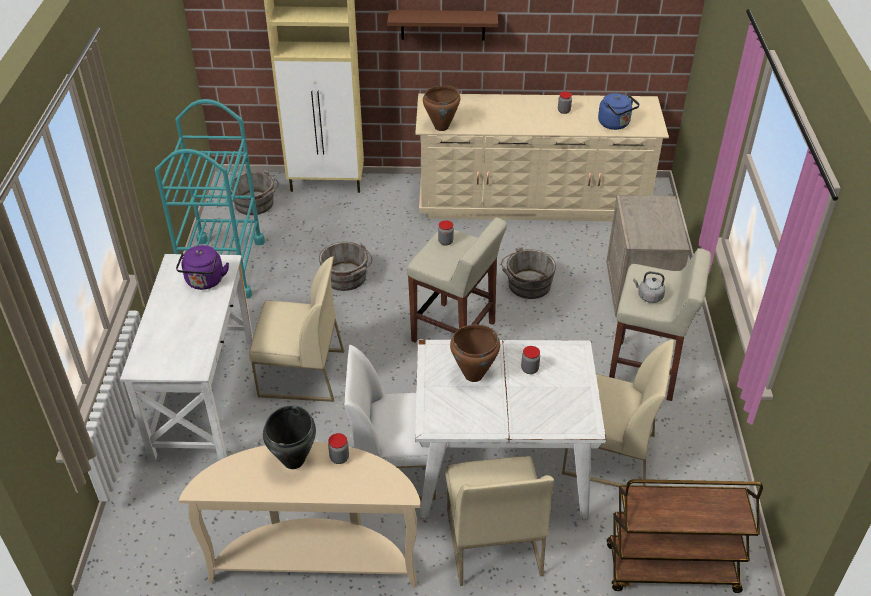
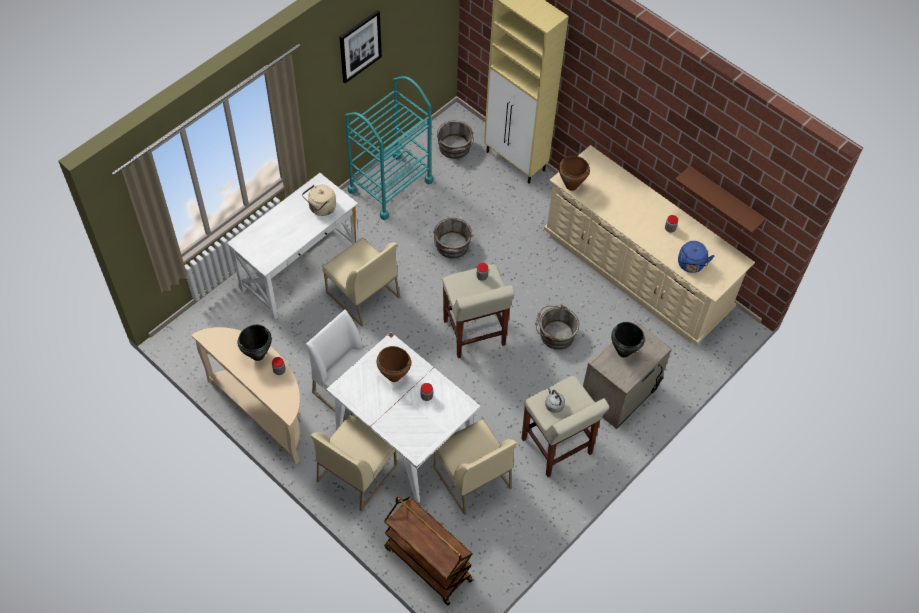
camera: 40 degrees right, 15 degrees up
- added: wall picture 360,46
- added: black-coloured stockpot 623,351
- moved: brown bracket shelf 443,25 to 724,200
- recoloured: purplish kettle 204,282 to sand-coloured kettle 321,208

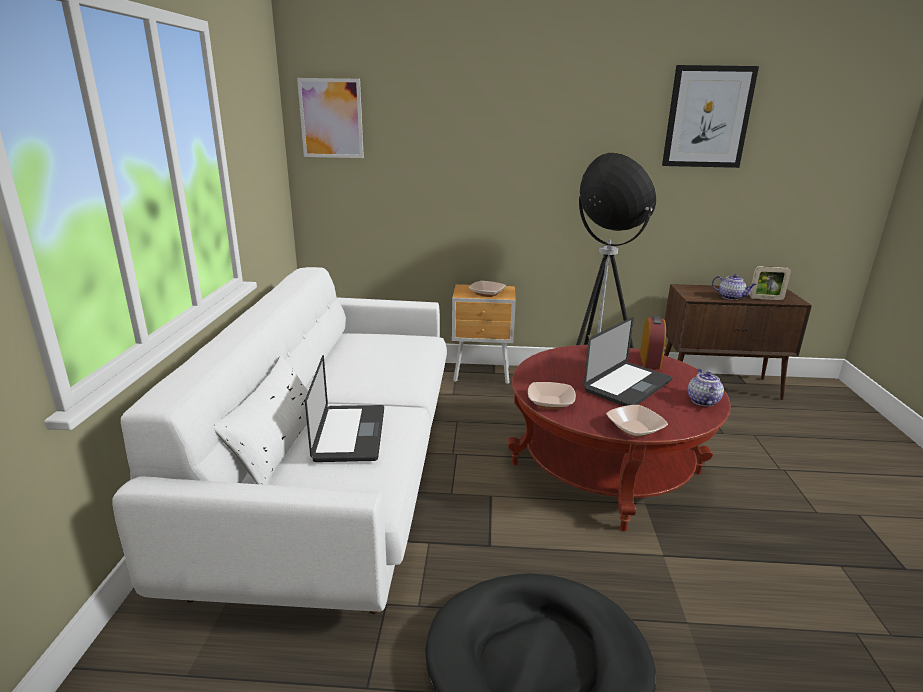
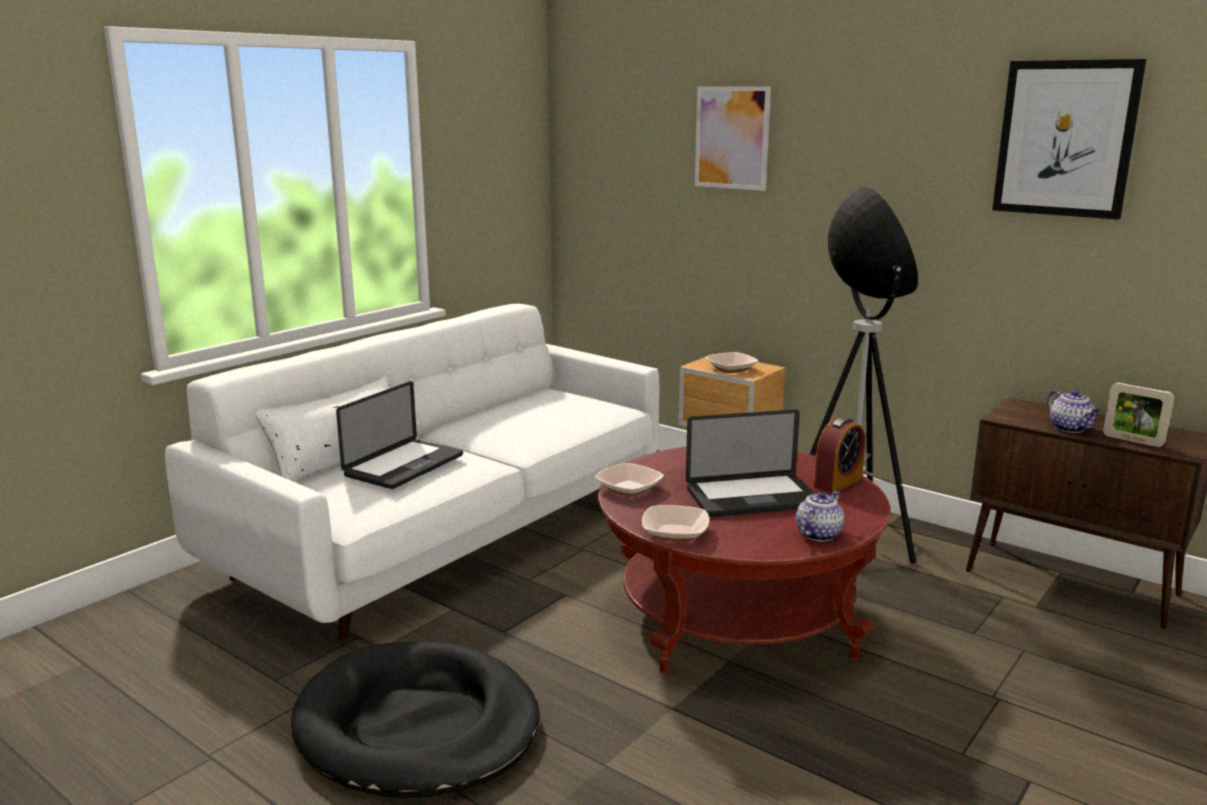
camera: 35 degrees right, 5 degrees down
- moved: wall picture 331,118 to 731,138

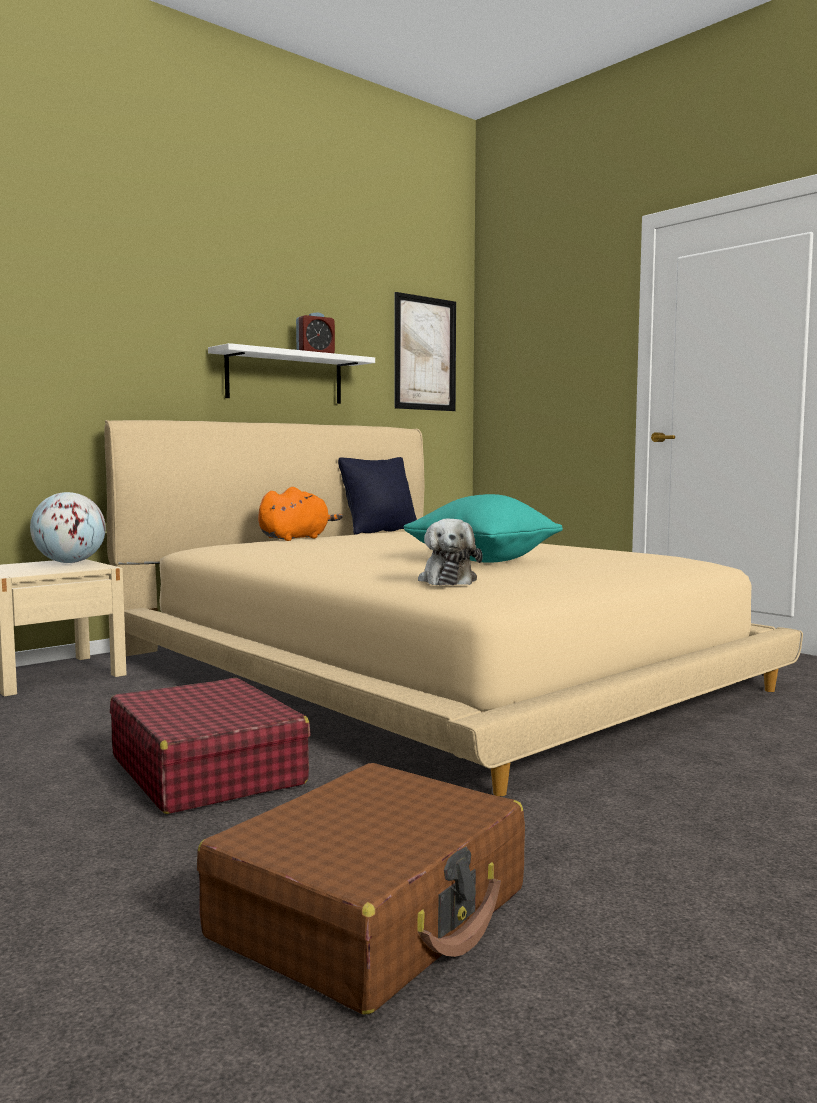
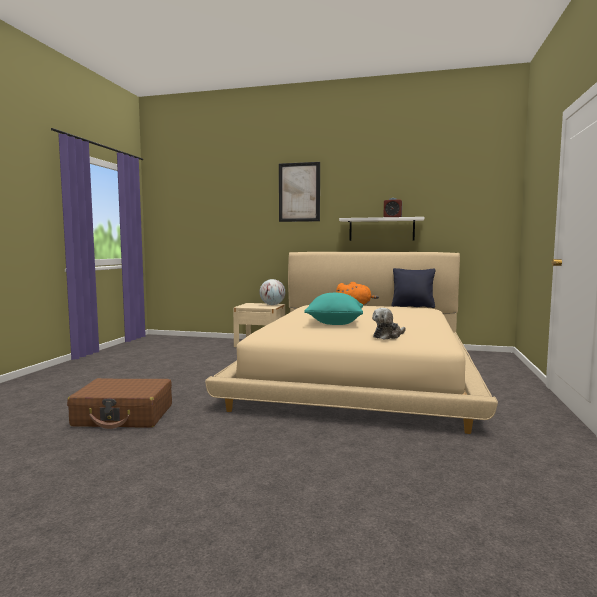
camera: 55 degrees right, 0 degrees up
- removed: red piece of luggage 207,770
- moved: wall picture 425,353 to 299,192
- moved: plush toy 447,580 to 388,336

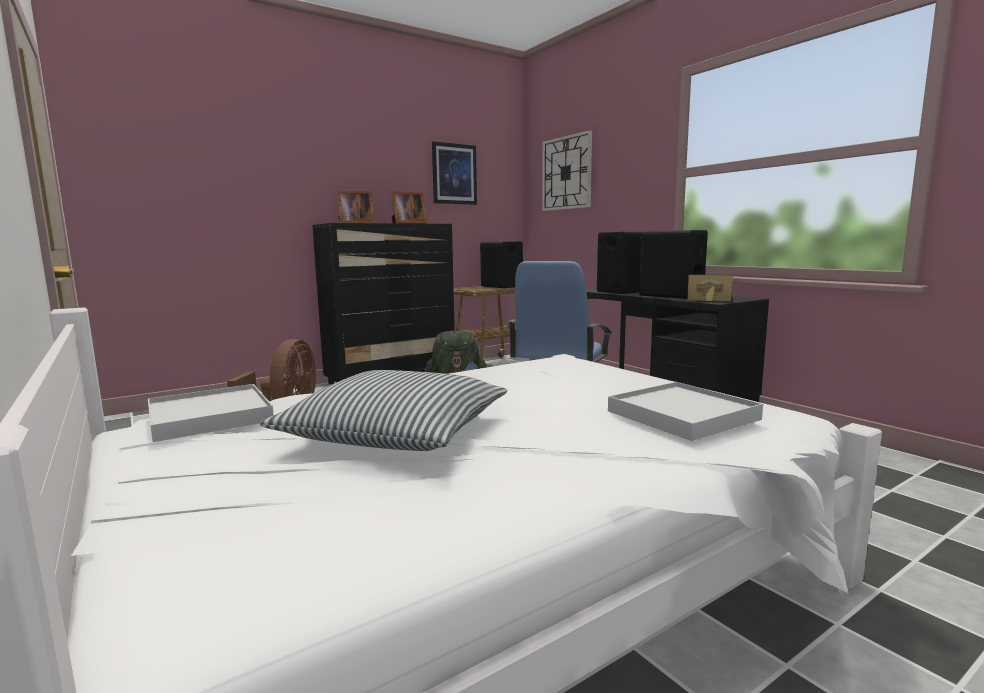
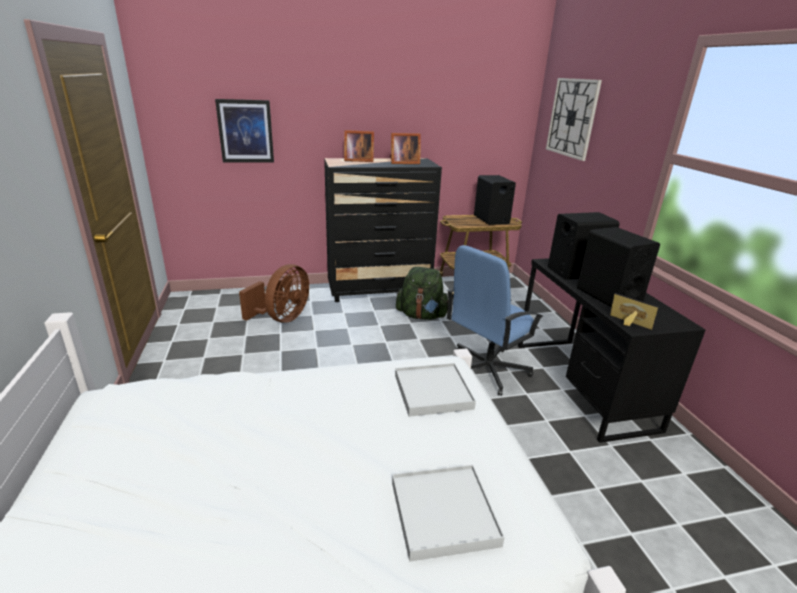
camera: 20 degrees right, 15 degrees up
- removed: cushion 397,433
- moved: whitish serving tray 210,417 to 433,392
- moved: wall picture 454,174 to 245,131

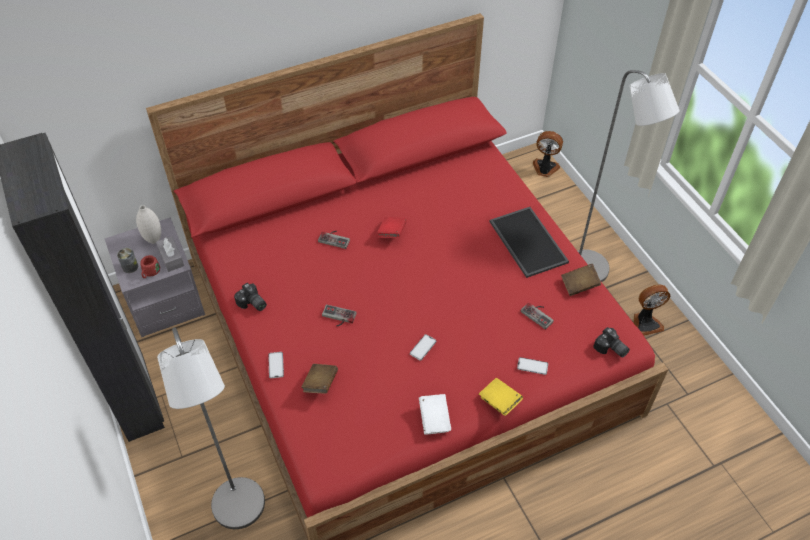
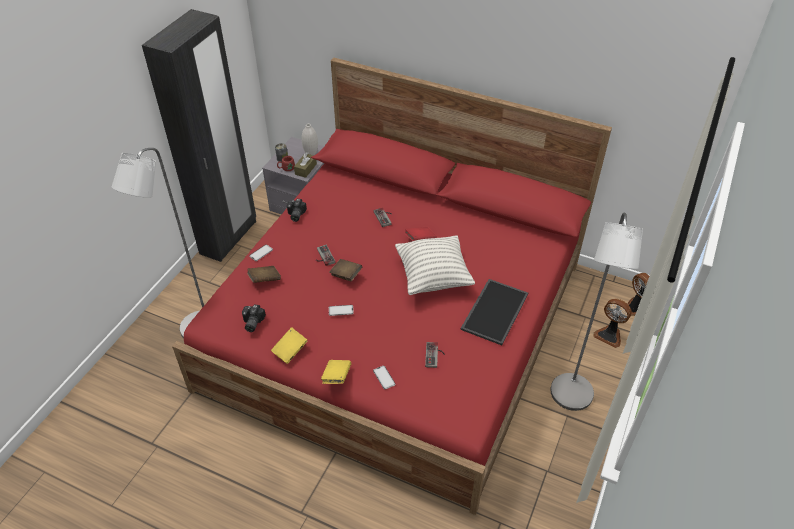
camera: 50 degrees right, 5 degrees down
- added: cushion 433,277
- moved: brown book 579,285 to 346,275
- moved: still camera 610,349 to 251,323
- moved: electric fan 645,323 to 609,335
- recoloured: greyish tissue holder 171,258 to brown tissue holder 305,169
- recoloured: whitish book 434,419 to yellow book 290,350

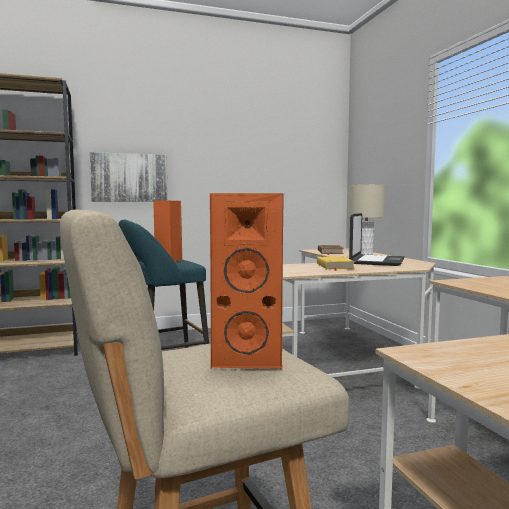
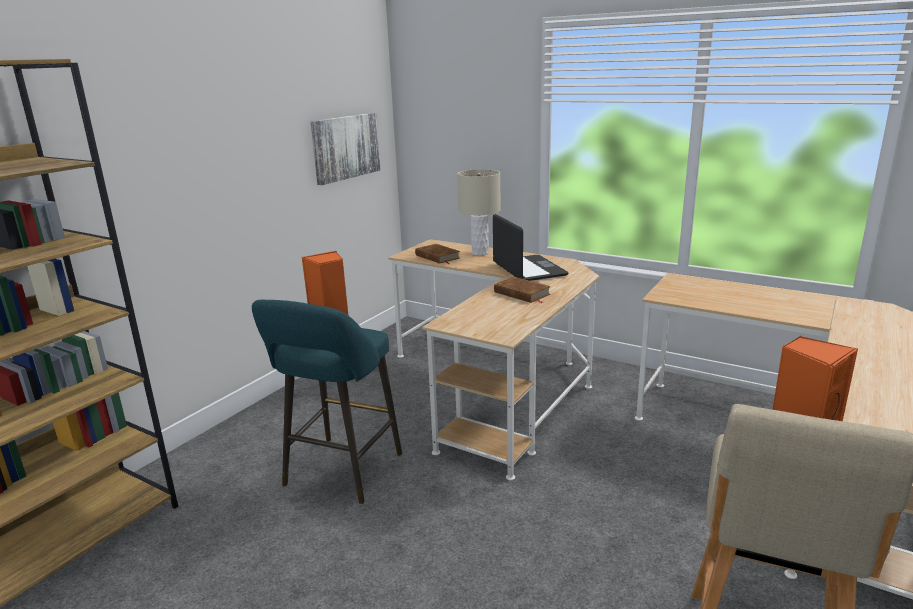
camera: 40 degrees left, 15 degrees up
- moved: wall picture 129,178 to 345,147
- recoloured: yellow book 335,266 to brown book 522,293

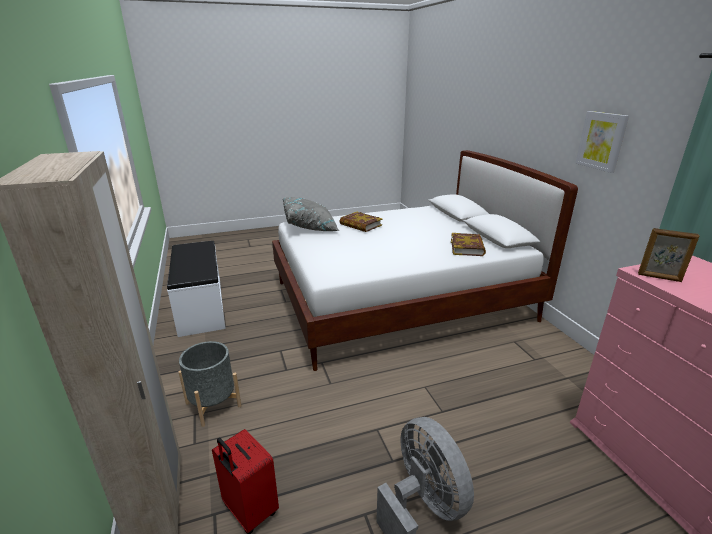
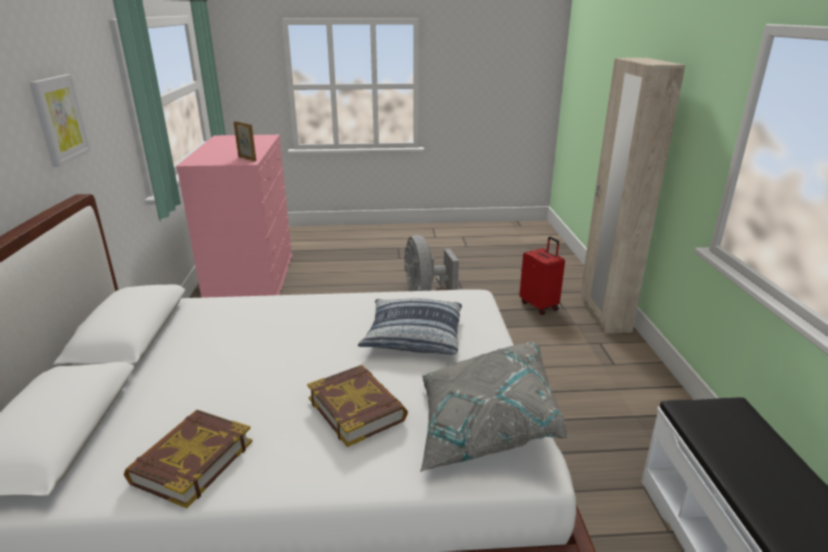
camera: 165 degrees left, 0 degrees up
- removed: greyish flower pot 213,404
- added: cushion 413,336
- moved: book 467,248 to 191,461

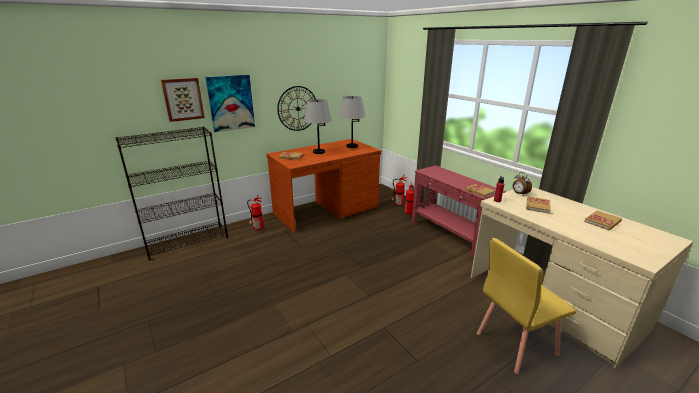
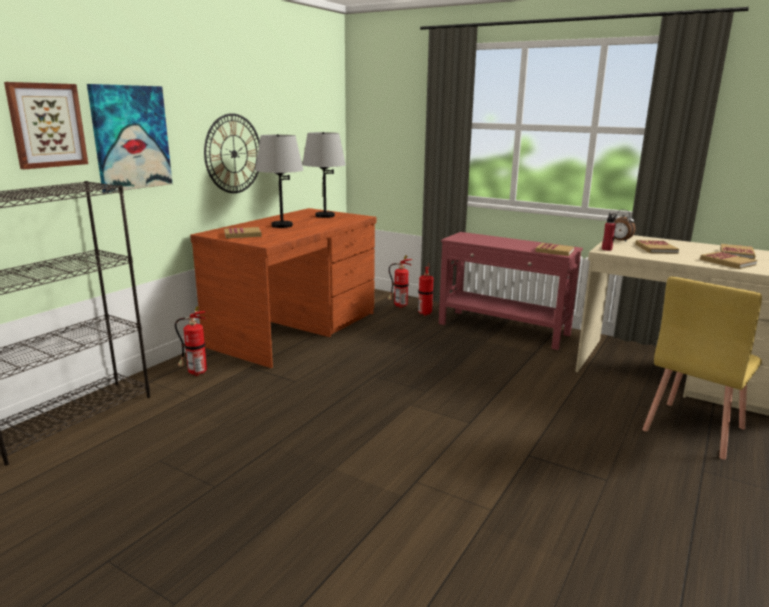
camera: 25 degrees left, 5 degrees down
- added: book 727,262

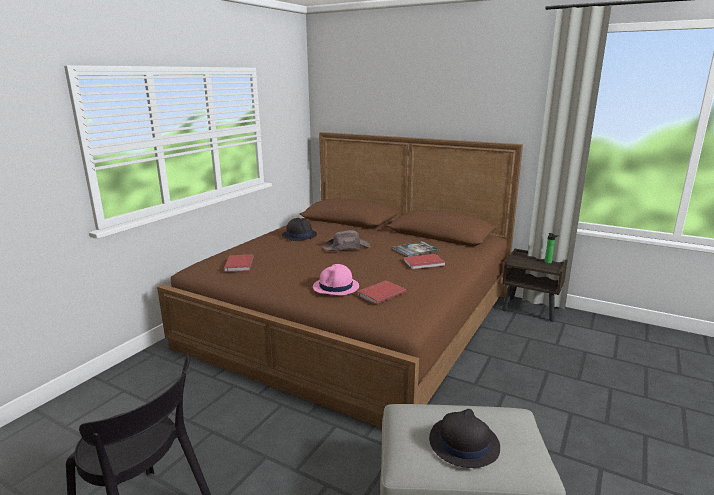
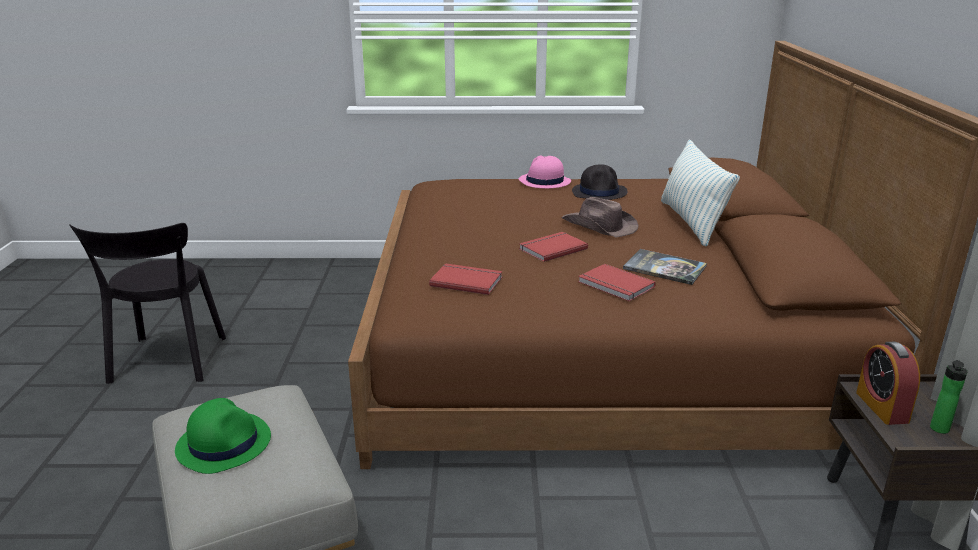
camera: 60 degrees right, 5 degrees up
- added: cushion 691,222
- added: table clock 882,407
- moved: red book 238,264 to 551,248
- moved: pink-coloured hat 336,287 to 544,181
- recoloured: black-coloured hat 463,443 to greenish hat 224,443

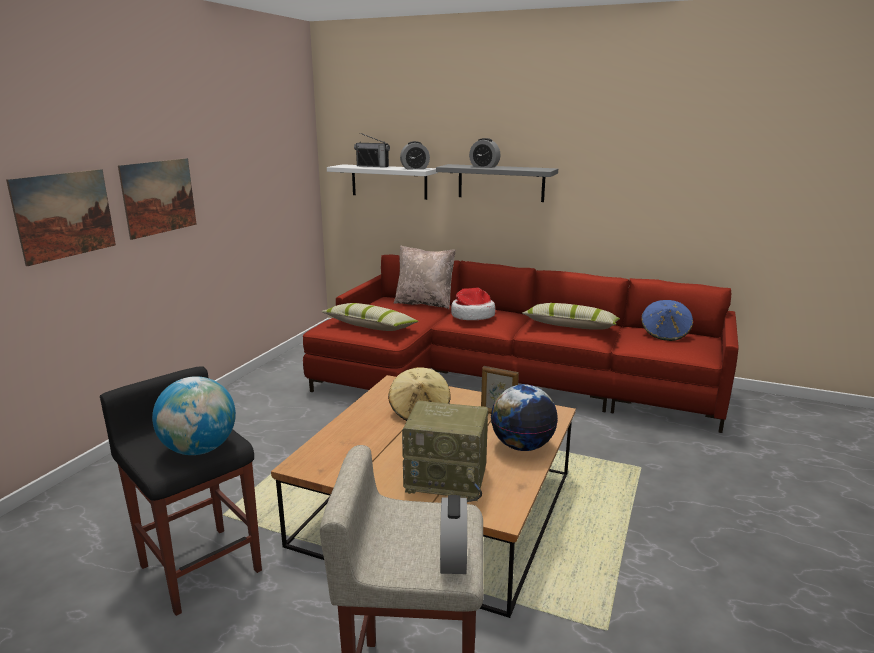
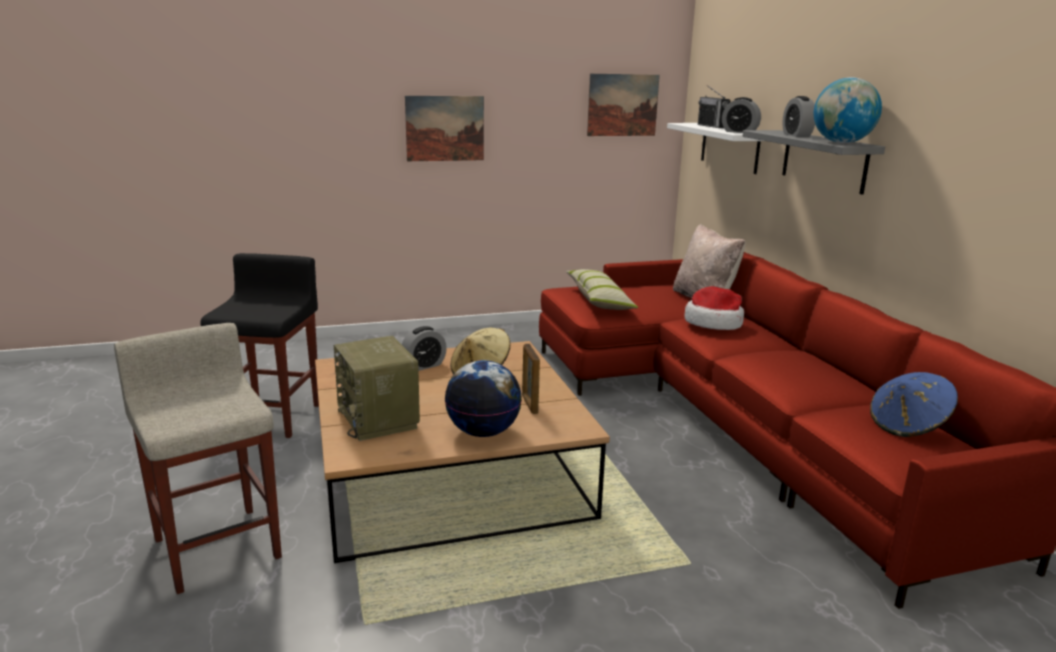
camera: 50 degrees right, 0 degrees up
- removed: cushion 570,326
- moved: wall picture 65,215 to 622,105
- moved: world globe 200,449 to 842,143
- moved: table clock 453,558 to 424,366

